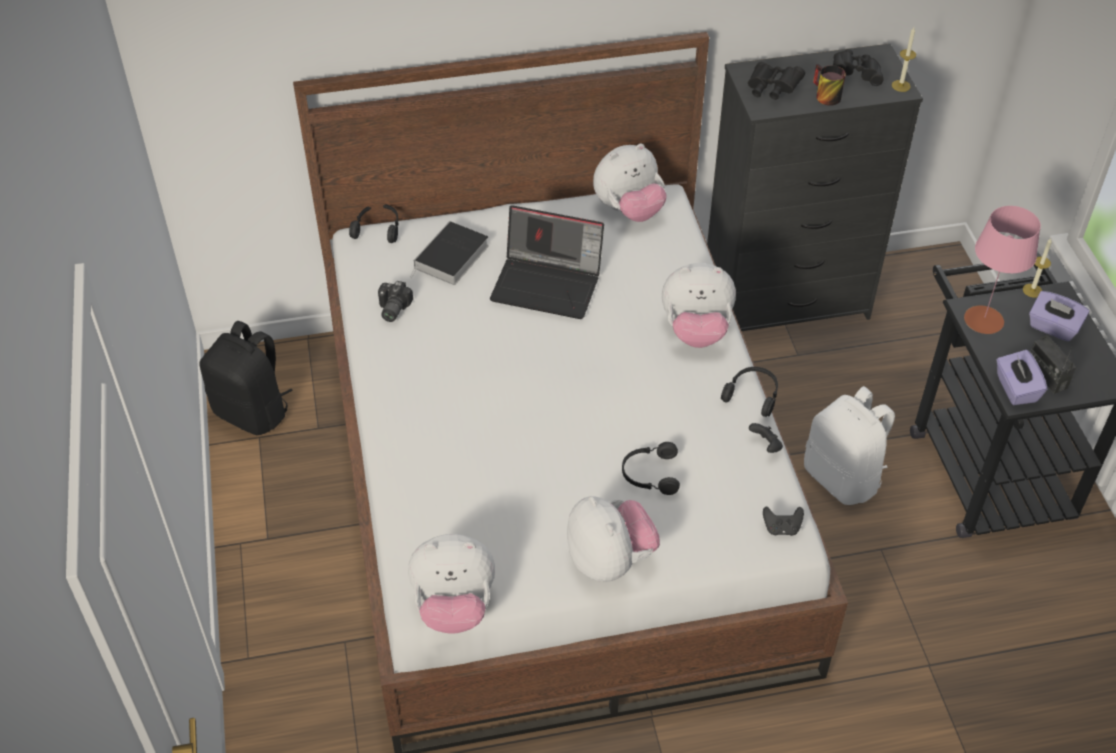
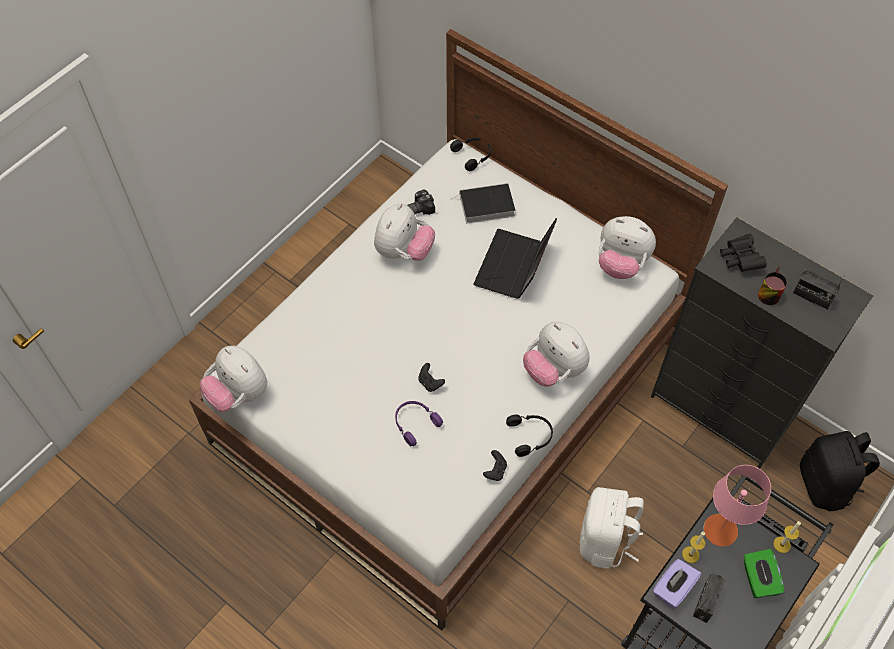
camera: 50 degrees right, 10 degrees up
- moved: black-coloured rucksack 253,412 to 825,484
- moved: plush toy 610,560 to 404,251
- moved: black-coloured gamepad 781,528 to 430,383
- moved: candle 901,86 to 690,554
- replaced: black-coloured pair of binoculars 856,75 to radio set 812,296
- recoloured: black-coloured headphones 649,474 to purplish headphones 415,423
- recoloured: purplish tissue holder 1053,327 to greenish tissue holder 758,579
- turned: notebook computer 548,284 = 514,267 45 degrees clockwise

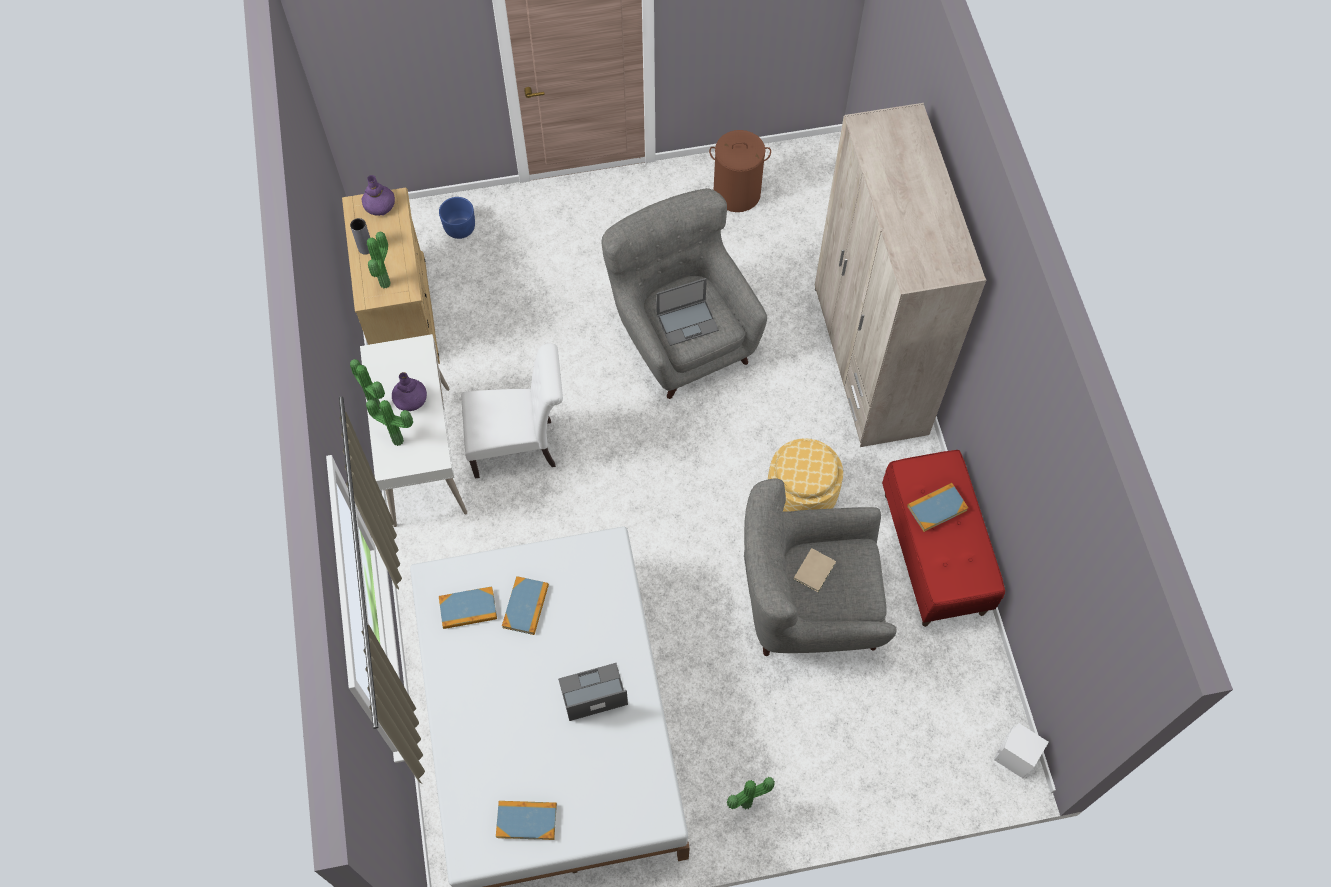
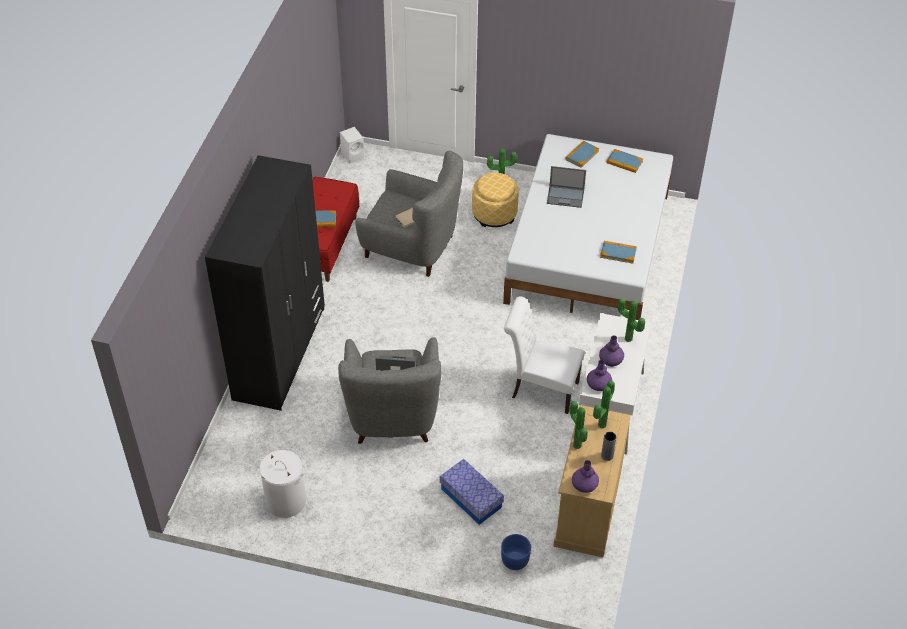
camera: 155 degrees left, 15 degrees down
- added: storage box 471,498
- added: purplish flower vase 598,384
- moved: houseplant 377,405 to 575,446
- moved: book 526,606 to 582,155
- moved: ottoman 801,494 to 494,214
- recoloured: brown laundry basket 737,193 to whitish laundry basket 285,501
- recoloured: sand-coloured armoire 869,361 to black-coloured armoire 280,353

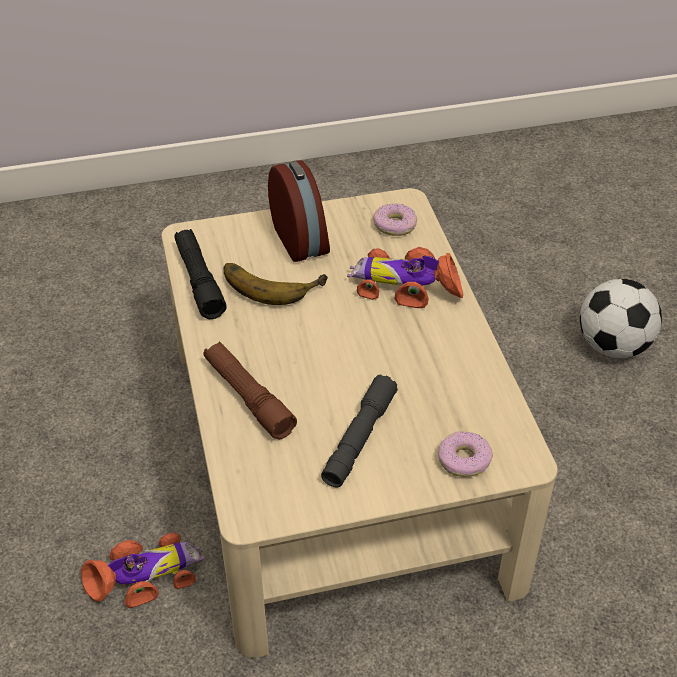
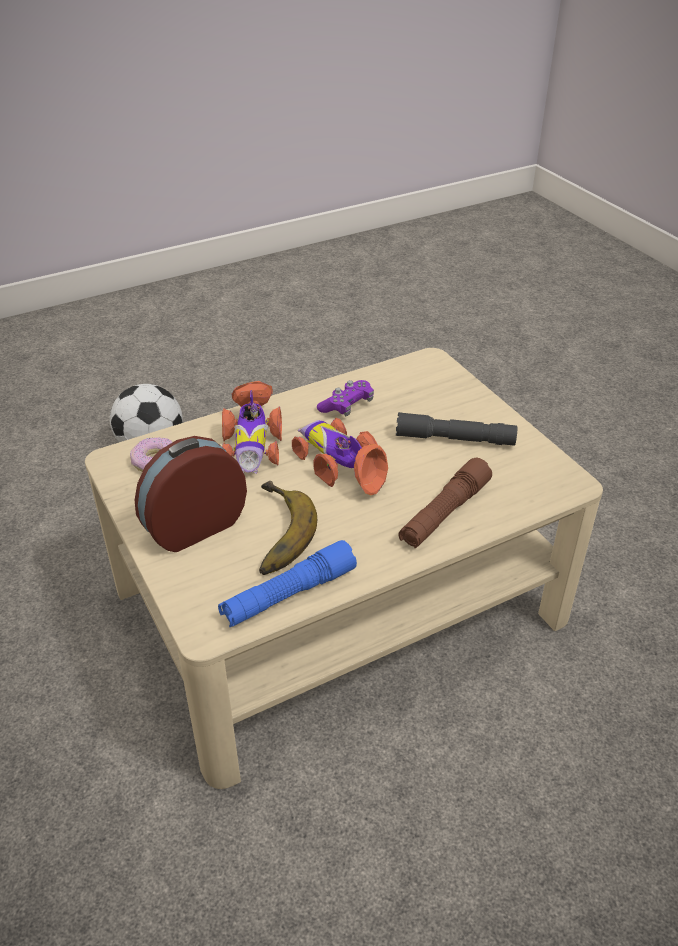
camera: 105 degrees left, 5 degrees down
- removed: doughnut 463,459
- added: purplish gamepad 346,406
- moved: miniature car 145,577 to 340,464
- recoloured: black-coloured hand torch 199,280 to blue-coloured hand torch 289,595

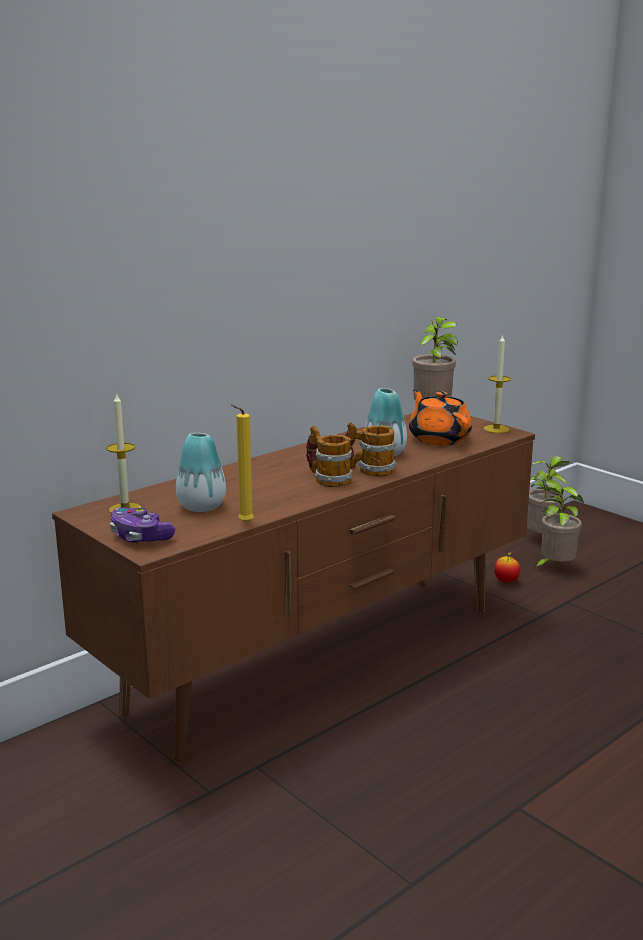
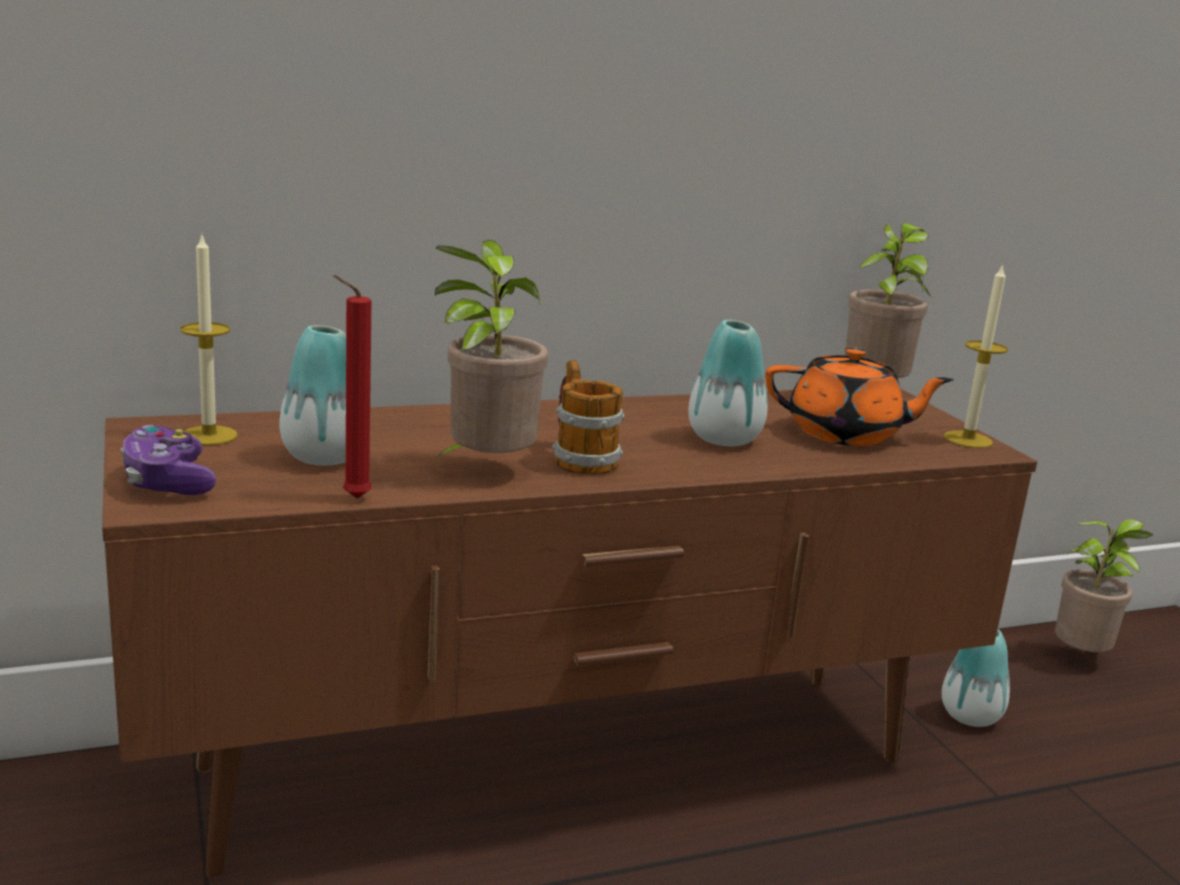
camera: 20 degrees right, 0 degrees up
- removed: tea mug 369,470
- moved: houseplant 554,568 to 486,470
- replaced: apple fruit 506,581 to flower vase 970,716
- recoloured: yellow candle 243,523 to red candle 352,498
- turned: orange teapot 438,438 = 846,434 105 degrees clockwise

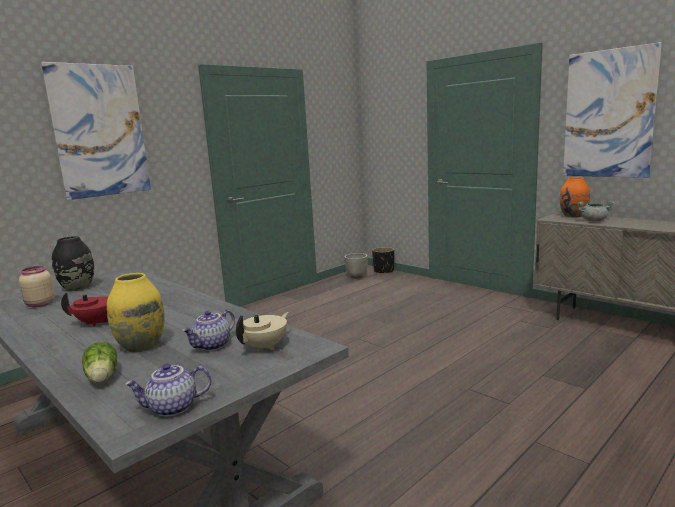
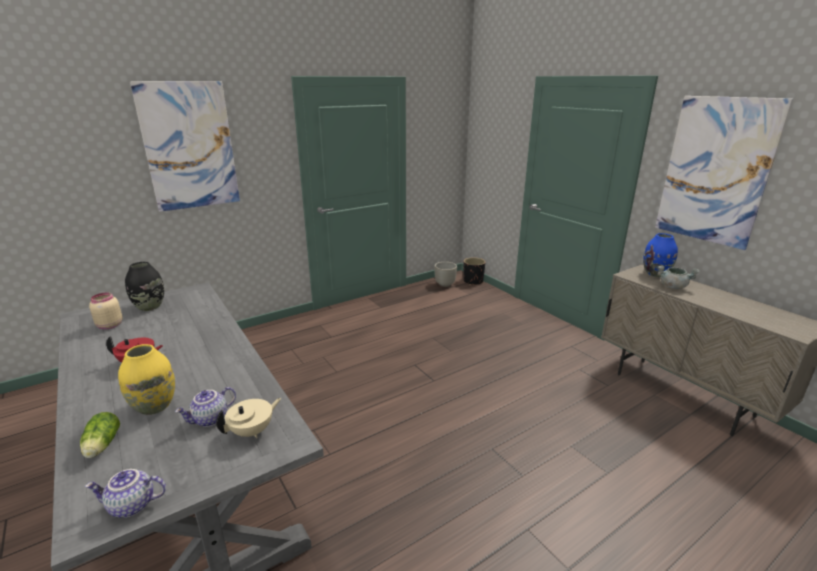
camera: 10 degrees right, 10 degrees up
- recoloured: orange flower vase 573,216 to blue-coloured flower vase 656,274

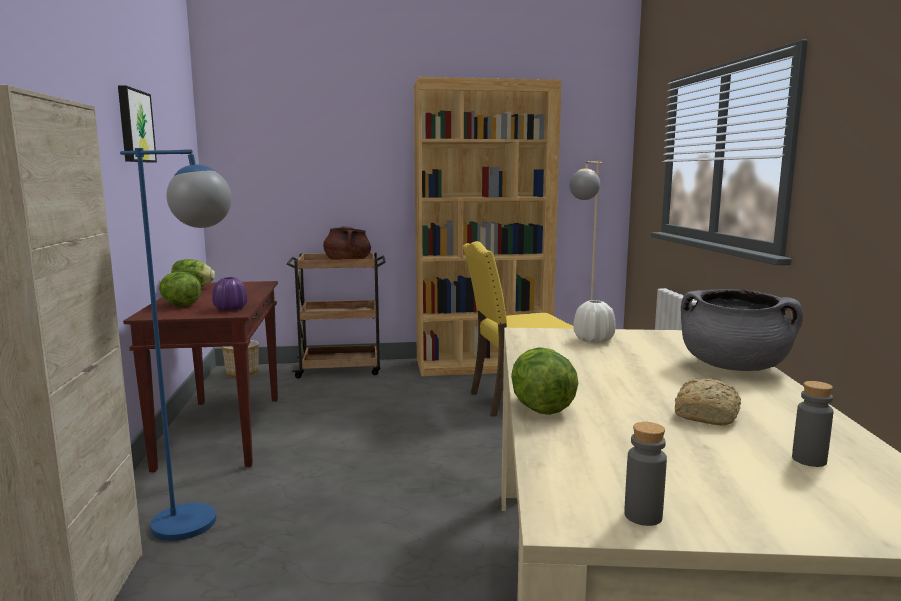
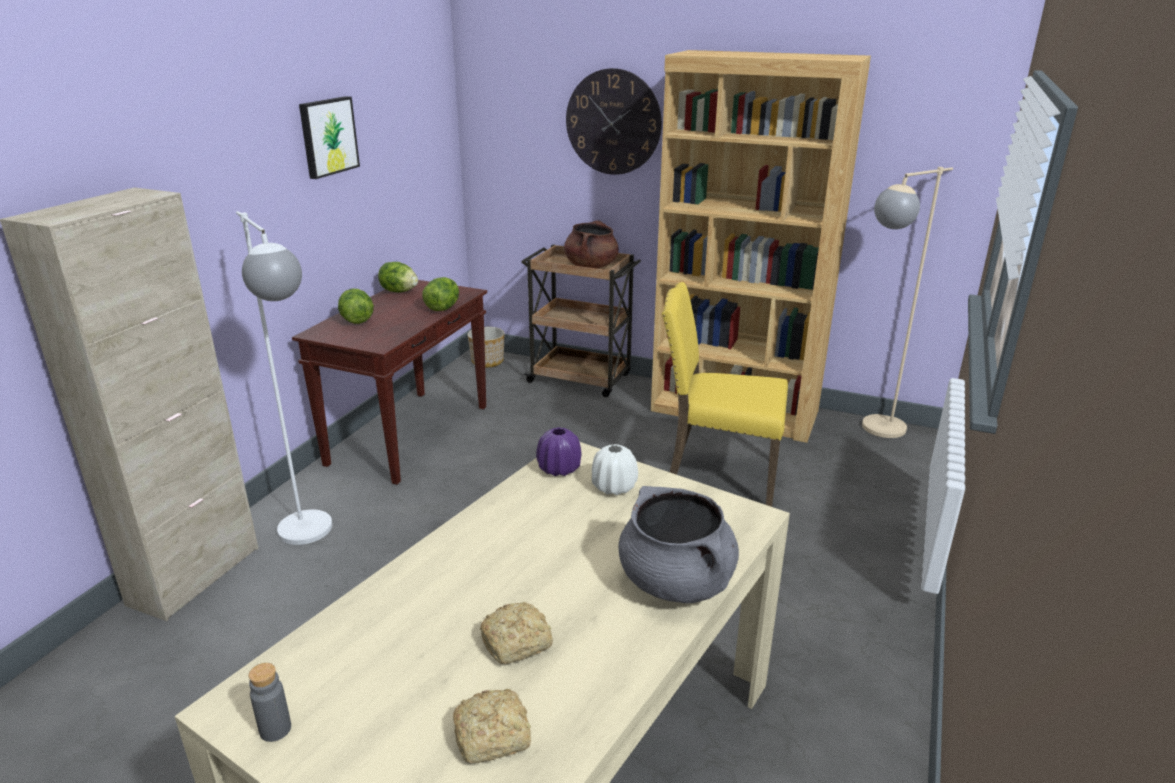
camera: 30 degrees right, 15 degrees up
- added: wall clock 613,122
- moved: purplish flower vase 230,309 to 559,469
- moved: lettuce 541,408 to 443,308
- replaced: greyish beverage bottle 809,460 to bread 494,736
- recoloured: blue-coloured standard lamp 201,528 to whitish standard lamp 312,538

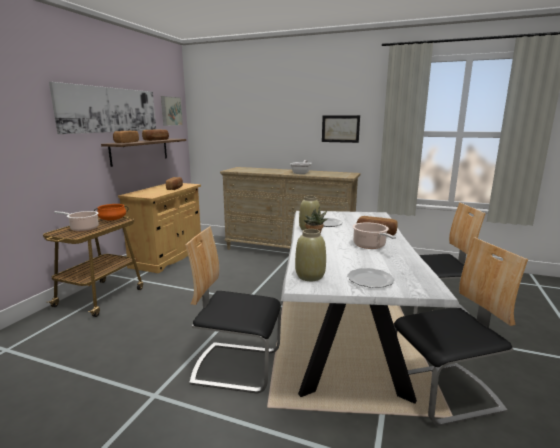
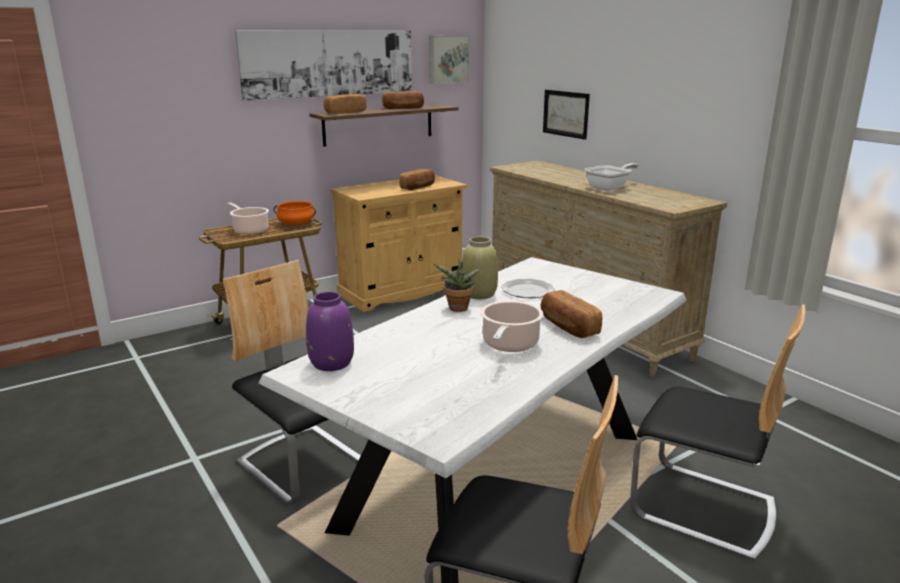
camera: 35 degrees right, 5 degrees up
- removed: plate 369,279
- moved: wall picture 340,128 to 565,113
- recoloured: sand-coloured flower vase 310,276 to purplish flower vase 332,363

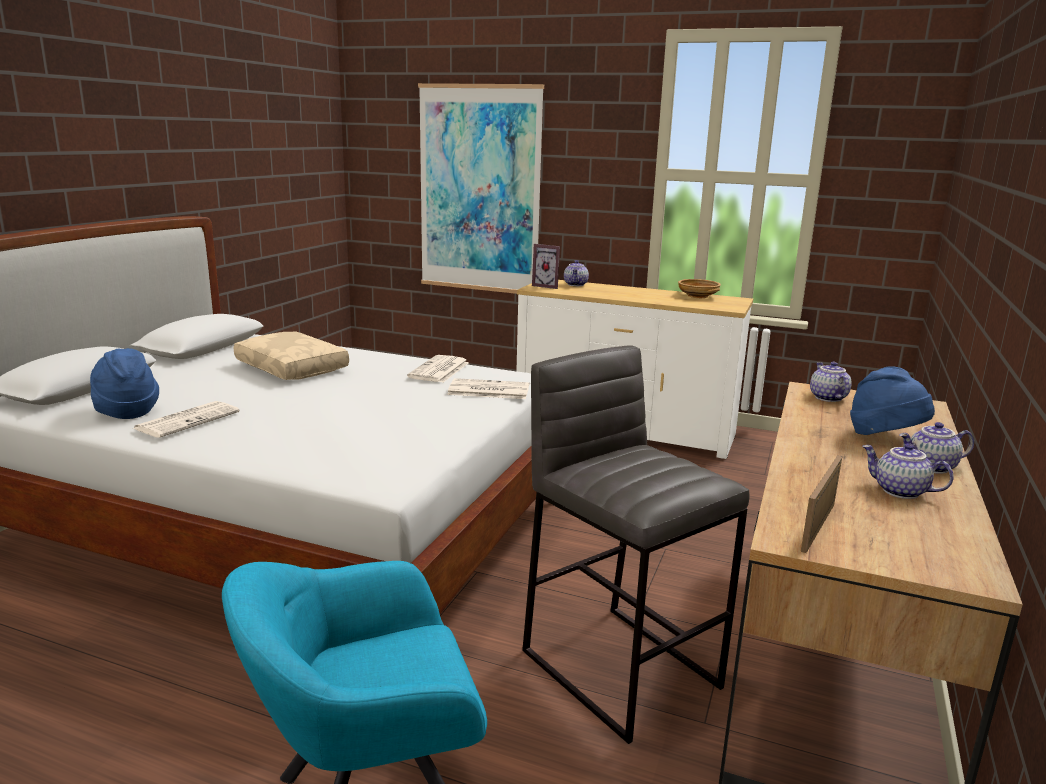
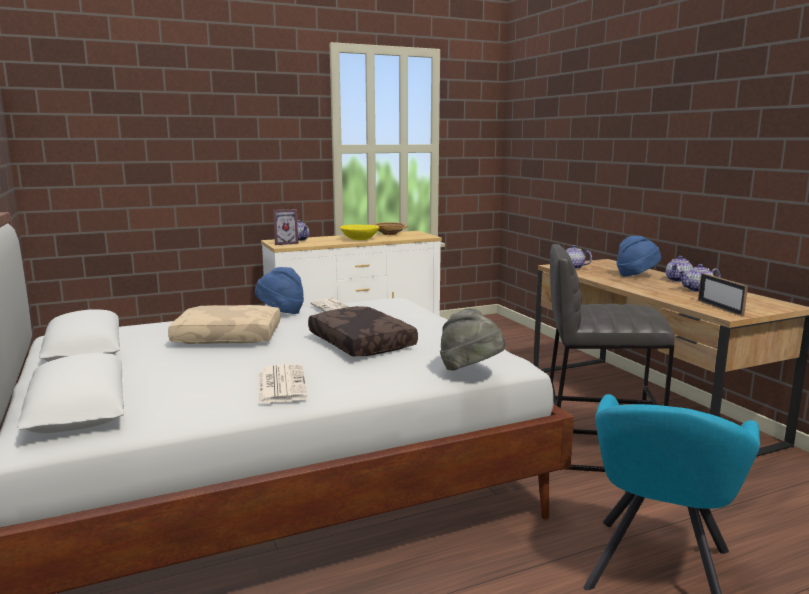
camera: 45 degrees left, 5 degrees down
- removed: wall picture 479,190
- removed: daily paper 487,390
- added: brown cushion 359,343
- added: yellow deep dish 359,239
- added: greyish hat 471,370
- moved: blue-coloured hat 126,411 to 281,312

